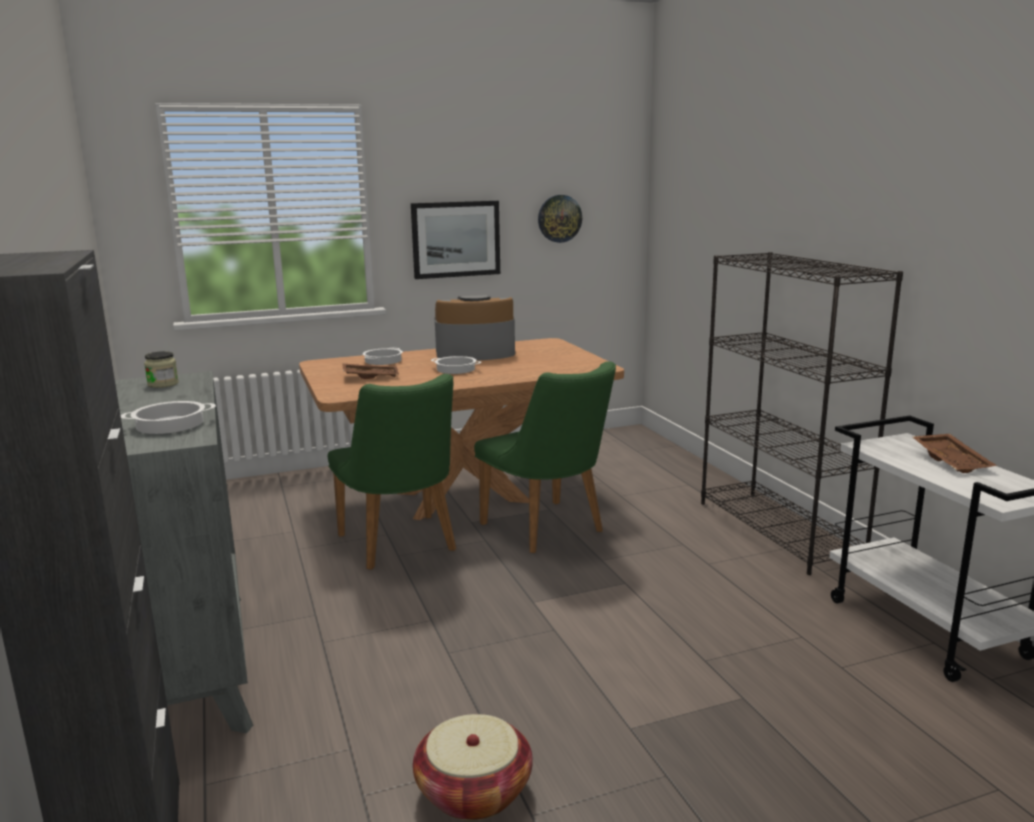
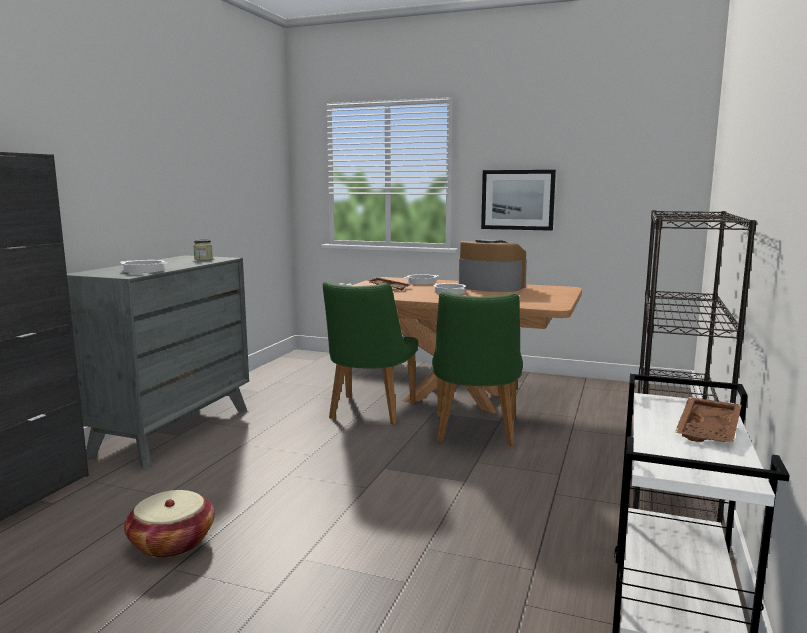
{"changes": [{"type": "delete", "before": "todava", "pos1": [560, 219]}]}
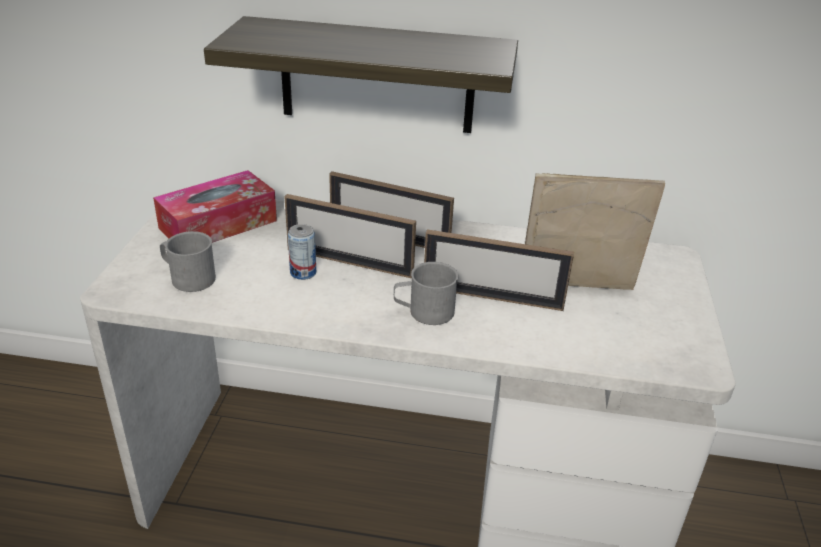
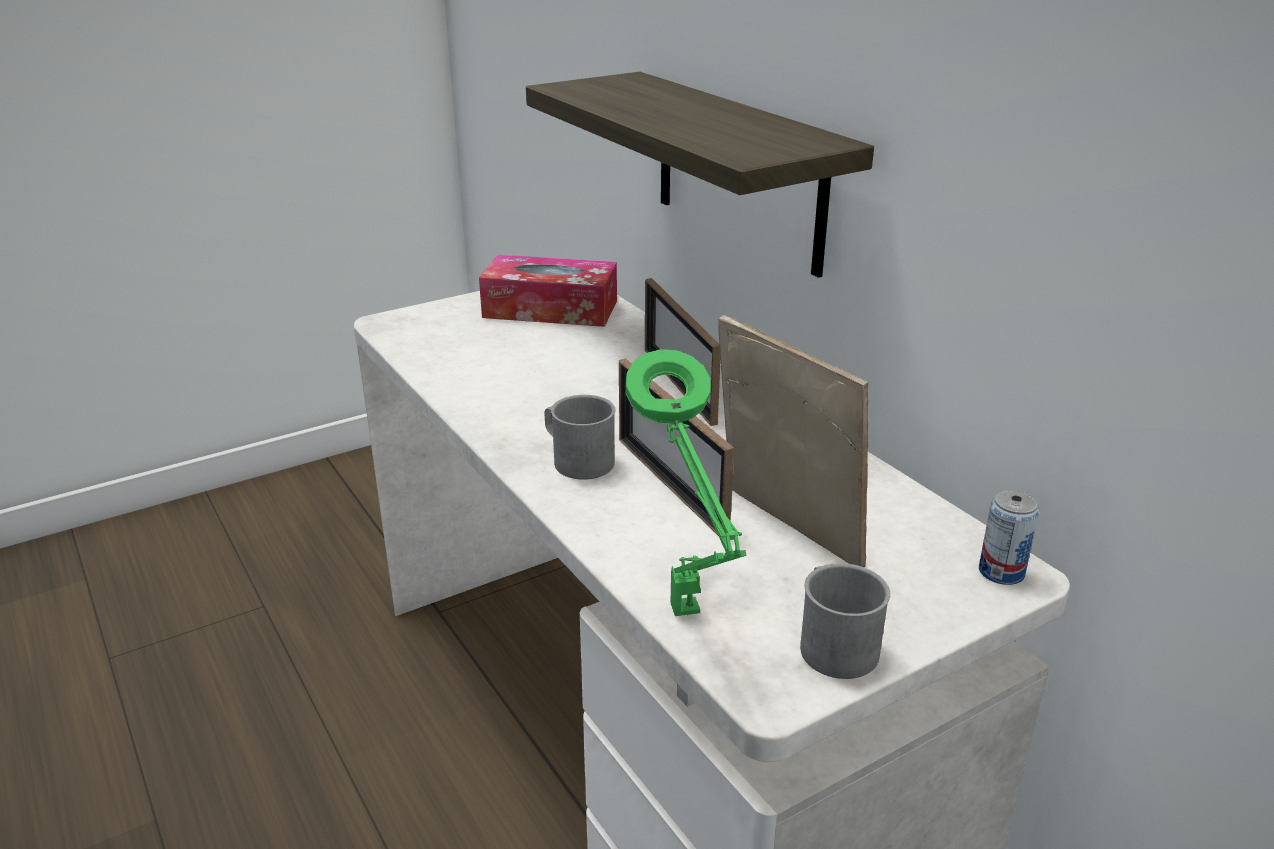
{"changes": [{"type": "move", "before": "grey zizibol", "pos1": [188, 261], "pos2": [845, 621]}, {"type": "delete", "before": "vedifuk", "pos1": [350, 236]}, {"type": "move", "before": "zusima", "pos1": [302, 252], "pos2": [1009, 537]}, {"type": "insert", "after": "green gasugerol", "pos2": [685, 482]}]}
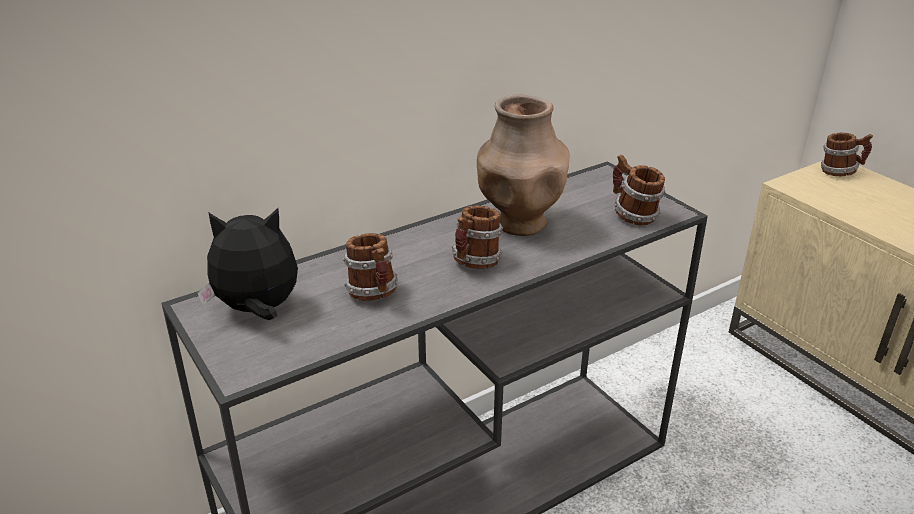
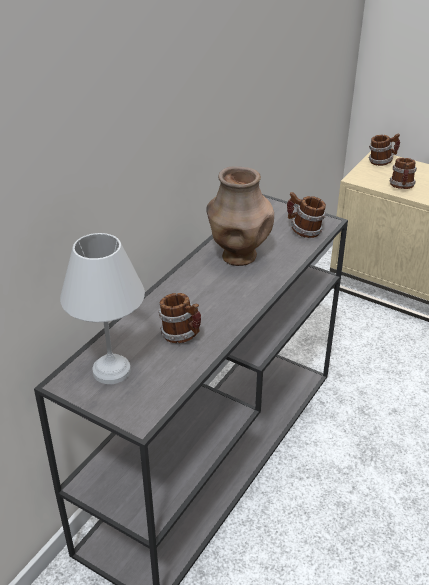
{"changes": [{"type": "replace", "before": "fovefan", "after": "white gasugerol", "pos1": [247, 264], "pos2": [102, 308]}, {"type": "move", "before": "zizibol", "pos1": [477, 237], "pos2": [403, 173]}]}
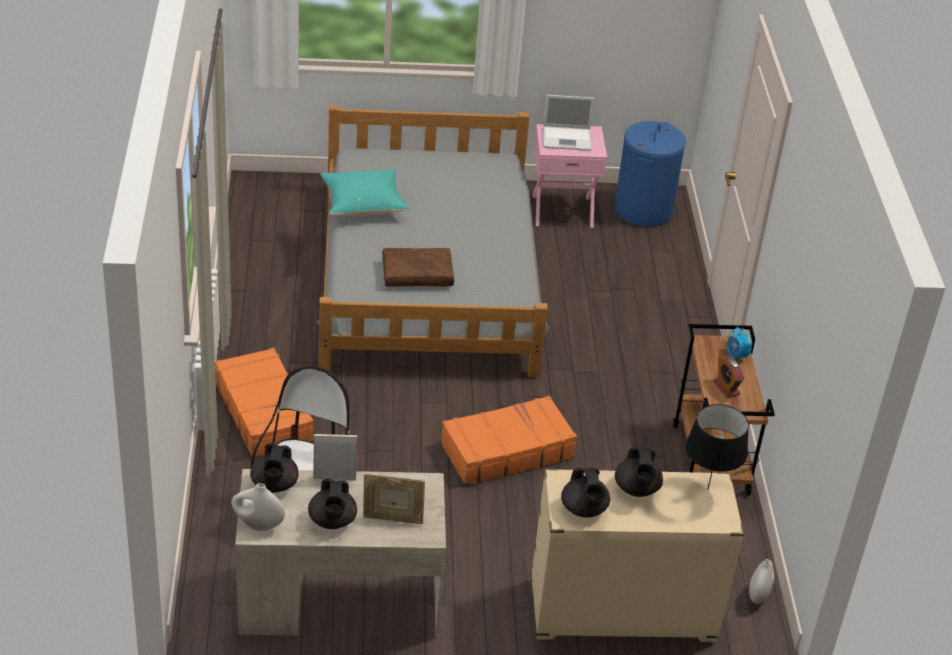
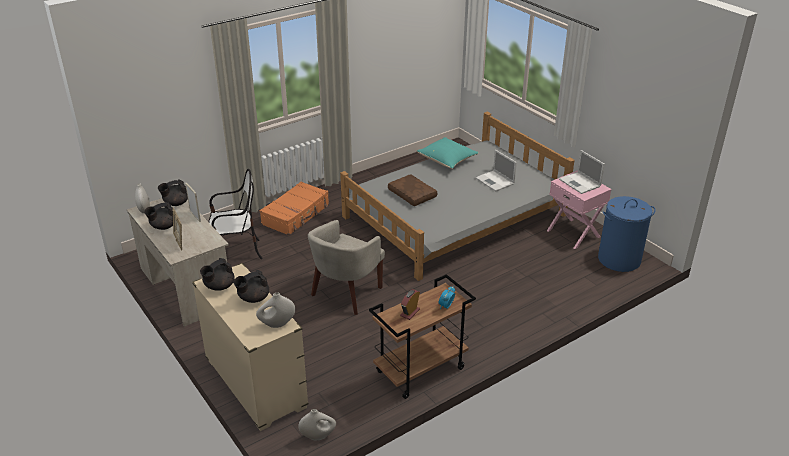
{"changes": [{"type": "replace", "before": "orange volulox", "after": "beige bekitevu", "pos1": [509, 441], "pos2": [346, 267]}, {"type": "replace", "before": "black gasugerol", "after": "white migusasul", "pos1": [717, 446], "pos2": [275, 310]}, {"type": "insert", "after": "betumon", "pos2": [496, 170]}]}
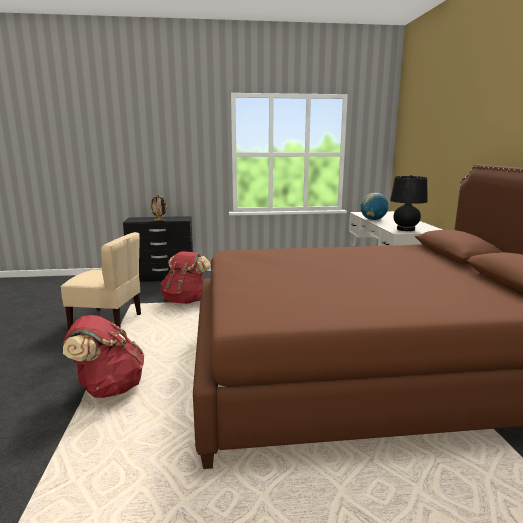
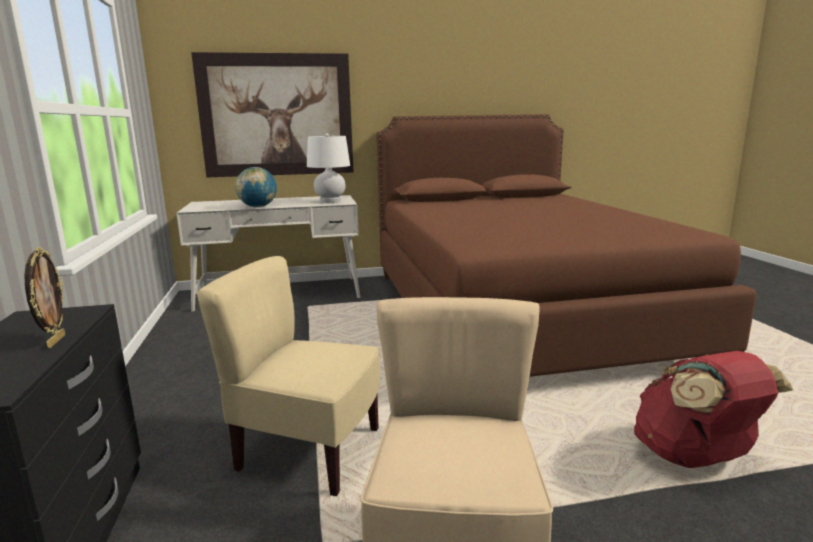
{"changes": [{"type": "replace", "before": "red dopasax", "after": "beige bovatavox", "pos1": [185, 277], "pos2": [288, 376]}, {"type": "recolor", "before": "black gasugerol", "after": "white gasugerol", "pos1": [408, 203], "pos2": [328, 168]}, {"type": "insert", "after": "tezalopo", "pos2": [272, 115]}]}
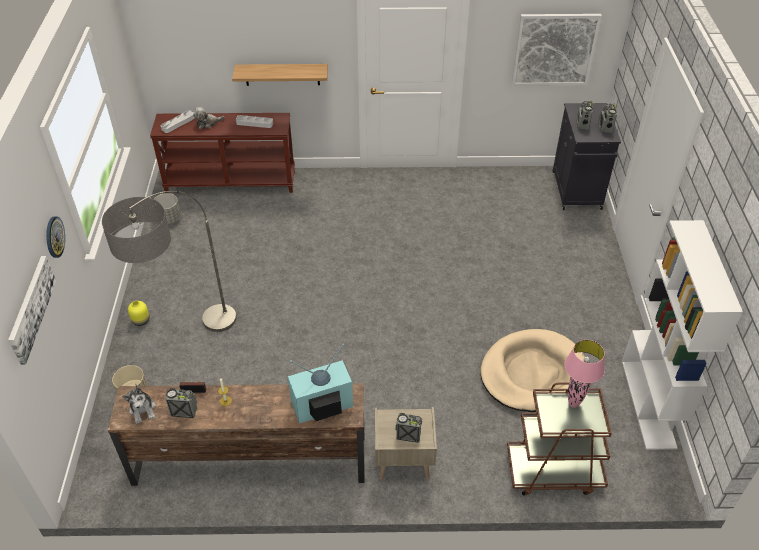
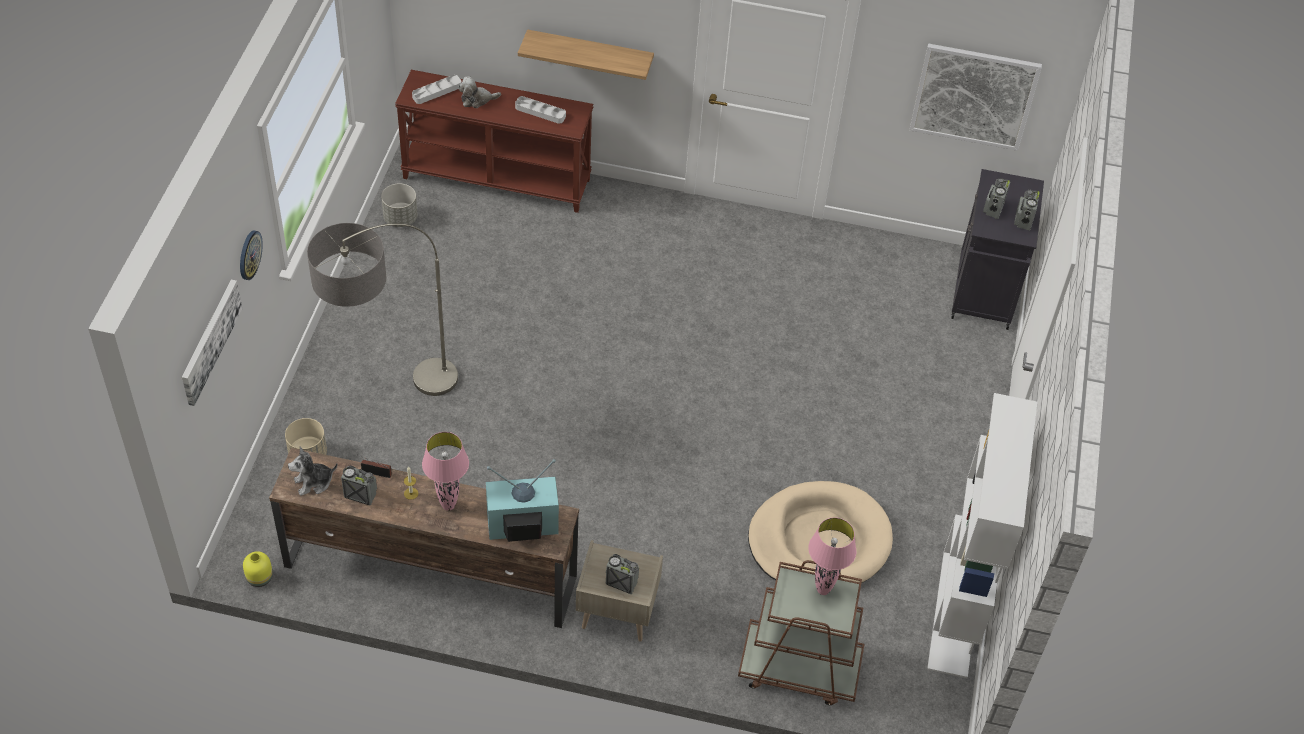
{"changes": [{"type": "rotate", "before": "fovefan", "pos1": [139, 404], "pos2": [313, 471], "turn": 75}, {"type": "move", "before": "yellow migusasul", "pos1": [139, 313], "pos2": [258, 569]}, {"type": "insert", "after": "pink gasugerol", "pos2": [445, 471]}]}
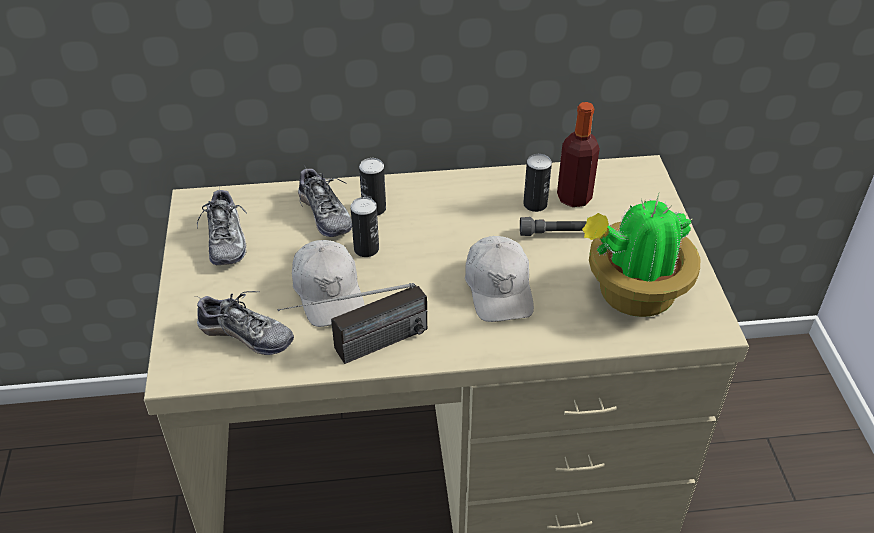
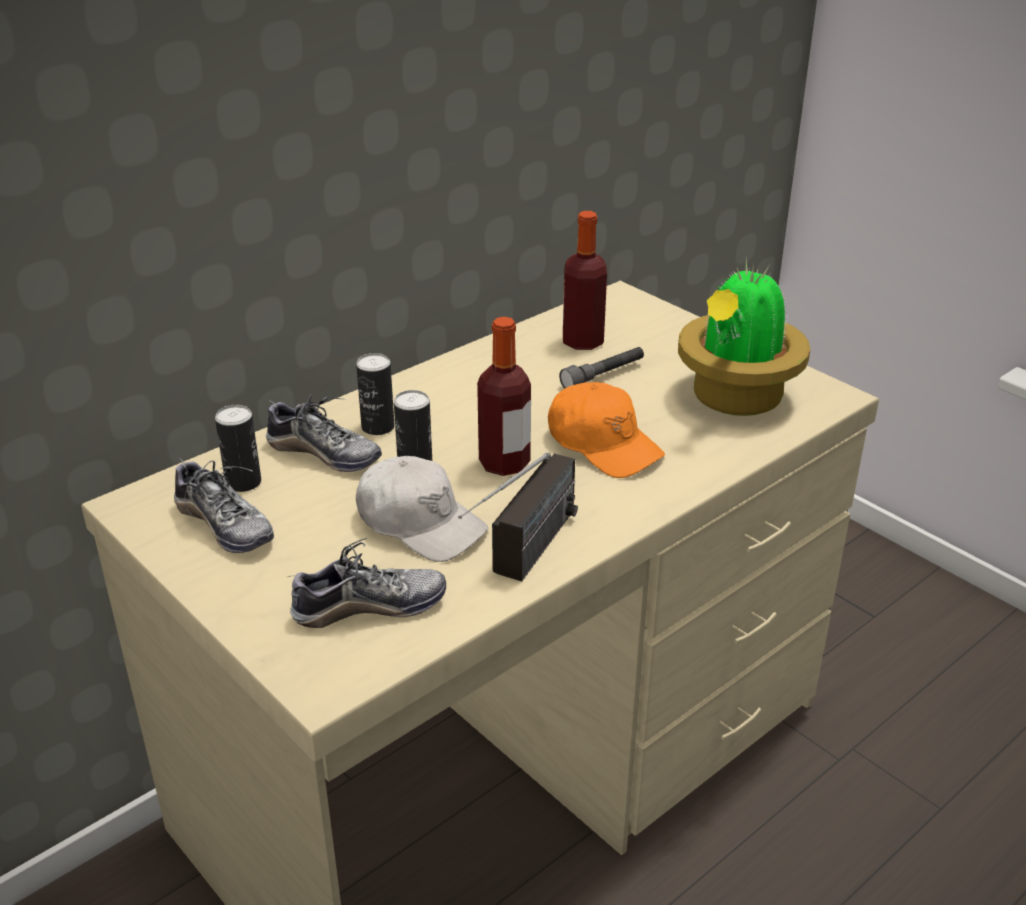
{"changes": [{"type": "recolor", "before": "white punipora", "after": "orange punipora", "pos1": [499, 279], "pos2": [606, 430]}, {"type": "move", "before": "zusima", "pos1": [537, 183], "pos2": [238, 448]}, {"type": "insert", "after": "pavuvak", "pos2": [504, 396]}]}
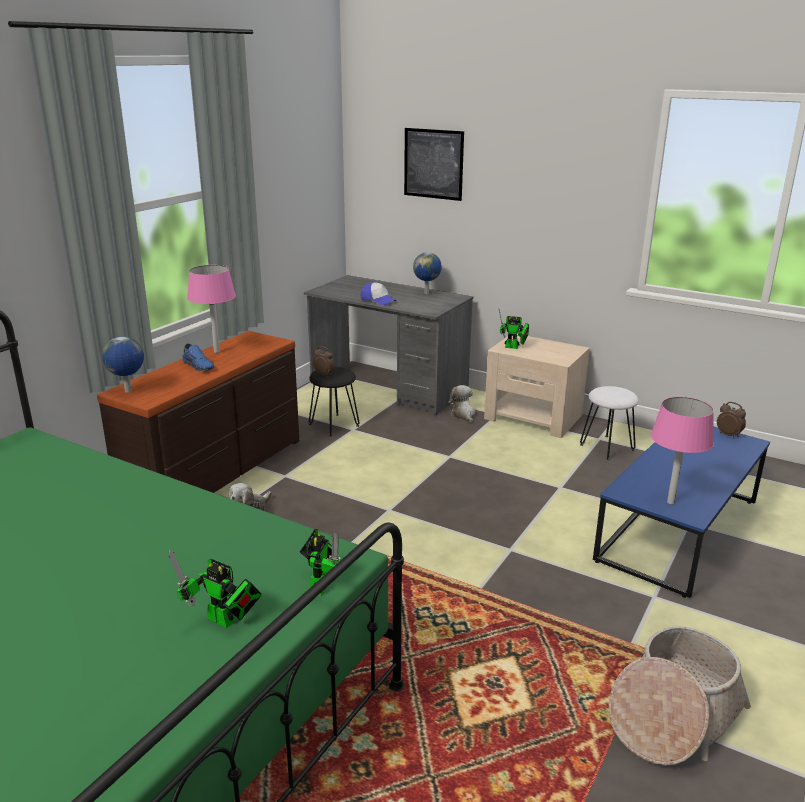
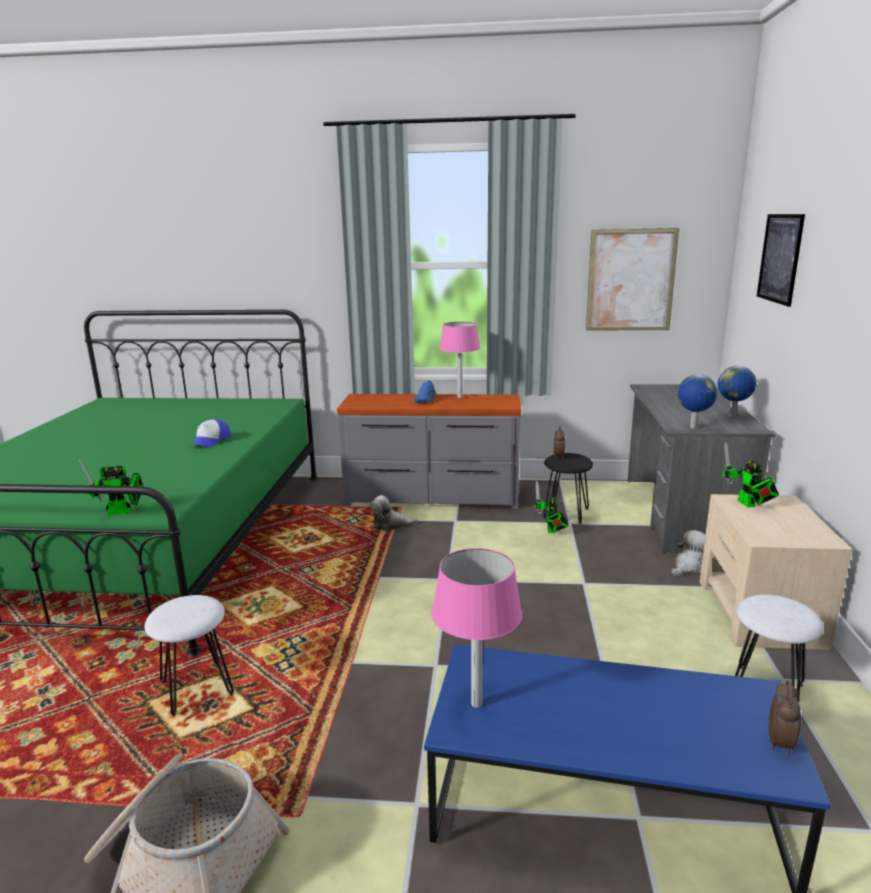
{"changes": [{"type": "recolor", "before": "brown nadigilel", "after": "grey nadigilel", "pos1": [198, 412], "pos2": [429, 451]}, {"type": "move", "before": "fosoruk", "pos1": [123, 364], "pos2": [697, 401]}, {"type": "move", "before": "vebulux", "pos1": [215, 589], "pos2": [552, 506]}, {"type": "move", "before": "punipora", "pos1": [378, 293], "pos2": [210, 433]}, {"type": "insert", "after": "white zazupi", "pos2": [189, 655]}, {"type": "insert", "after": "tezalopo", "pos2": [632, 279]}]}
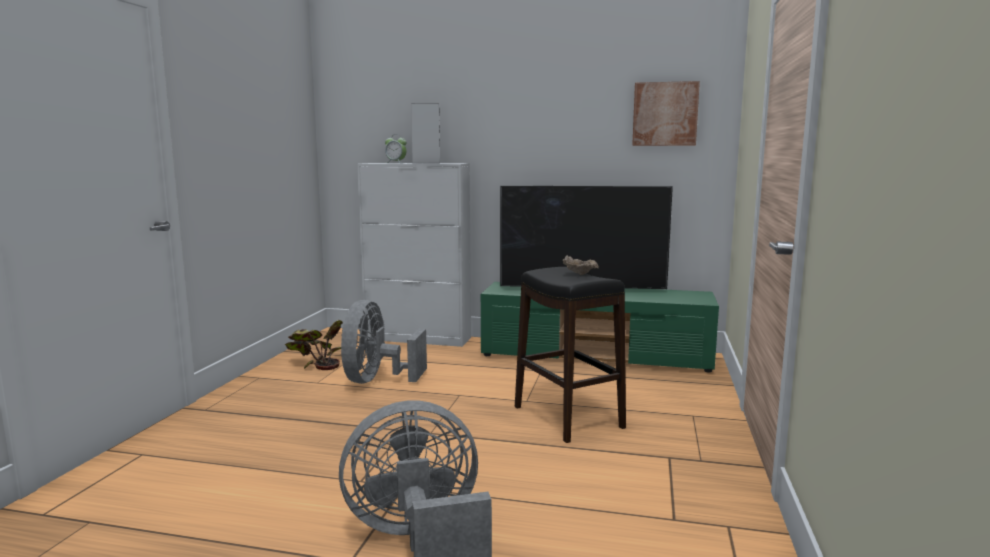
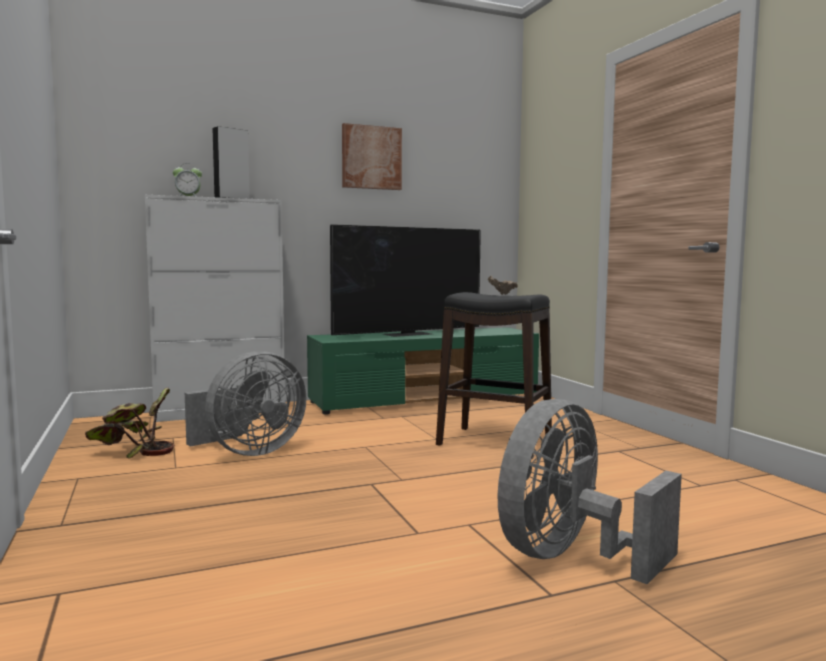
{"changes": [{"type": "rotate", "before": "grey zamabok", "pos1": [384, 342], "pos2": [246, 403], "turn": -105}, {"type": "move", "before": "tezalopo", "pos1": [666, 113], "pos2": [372, 156]}]}
